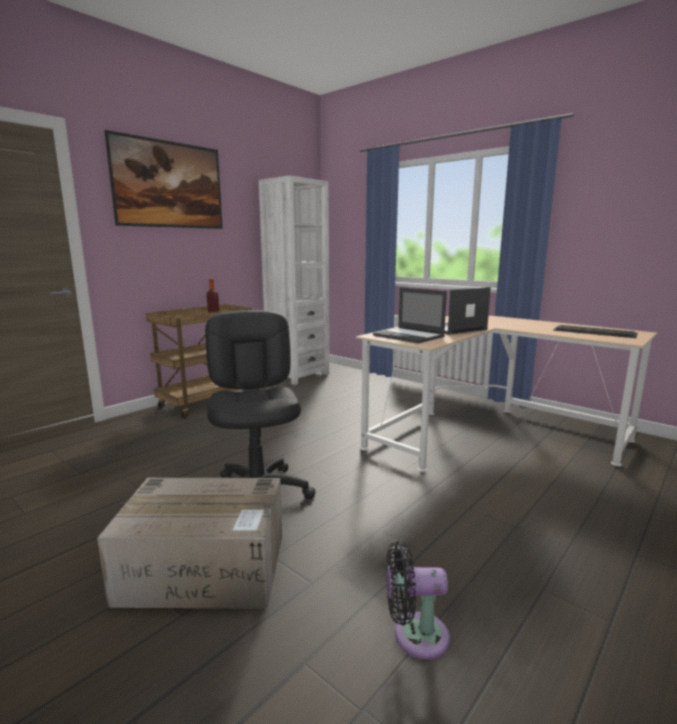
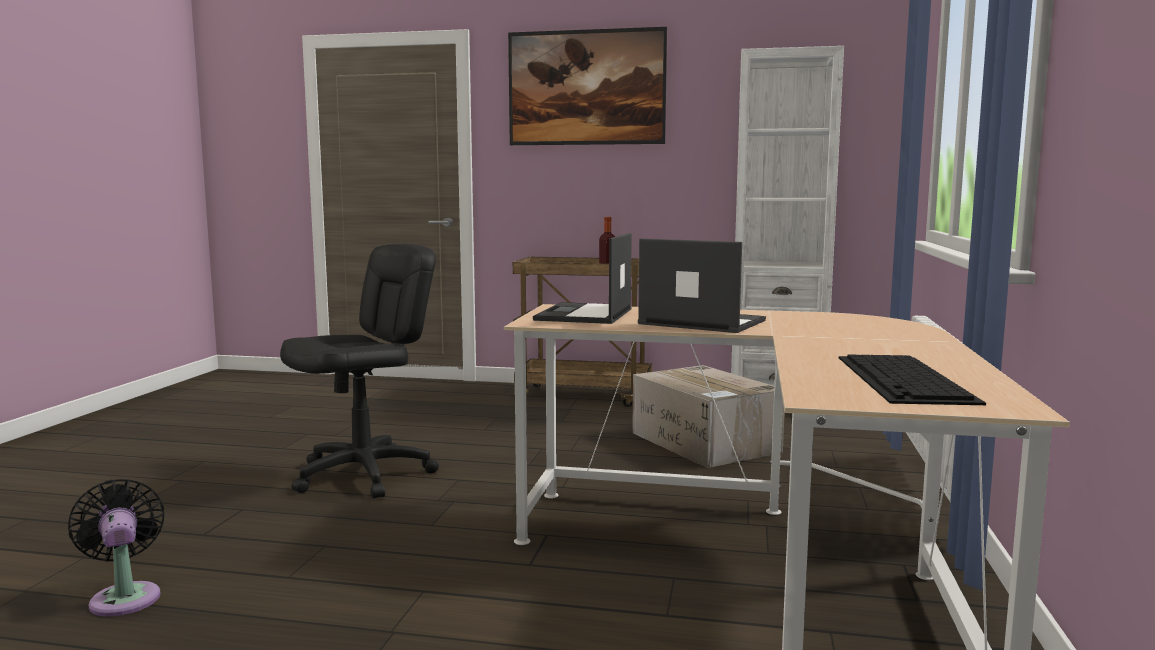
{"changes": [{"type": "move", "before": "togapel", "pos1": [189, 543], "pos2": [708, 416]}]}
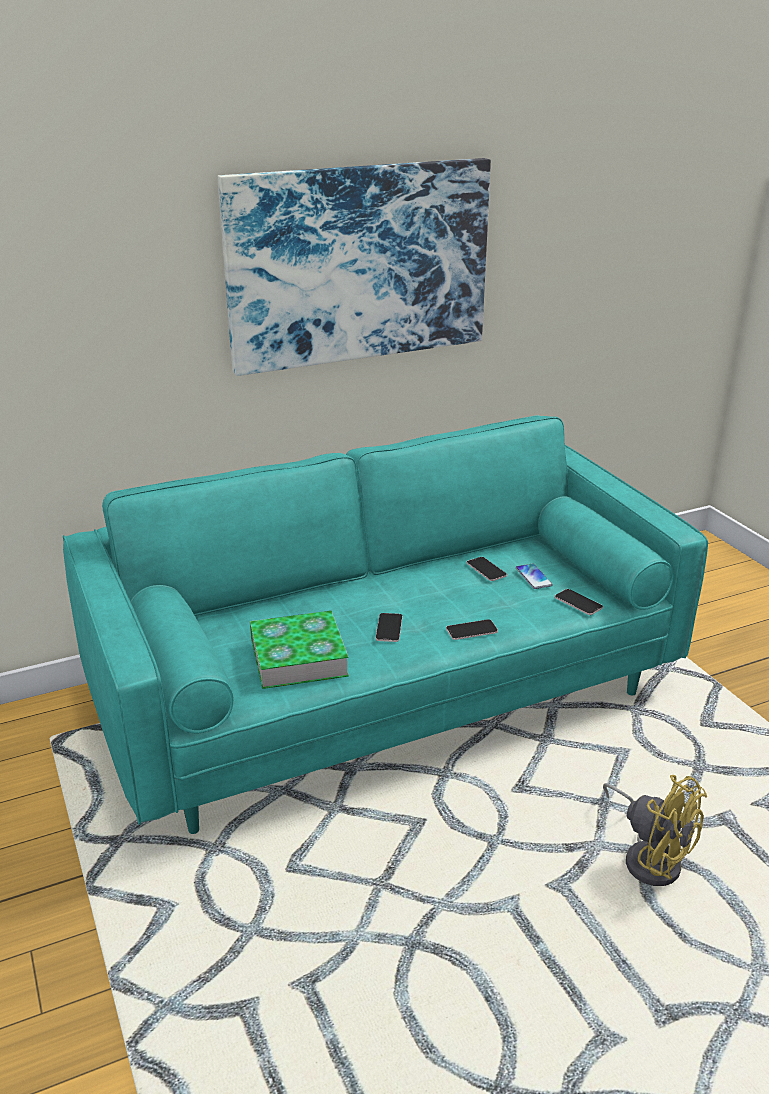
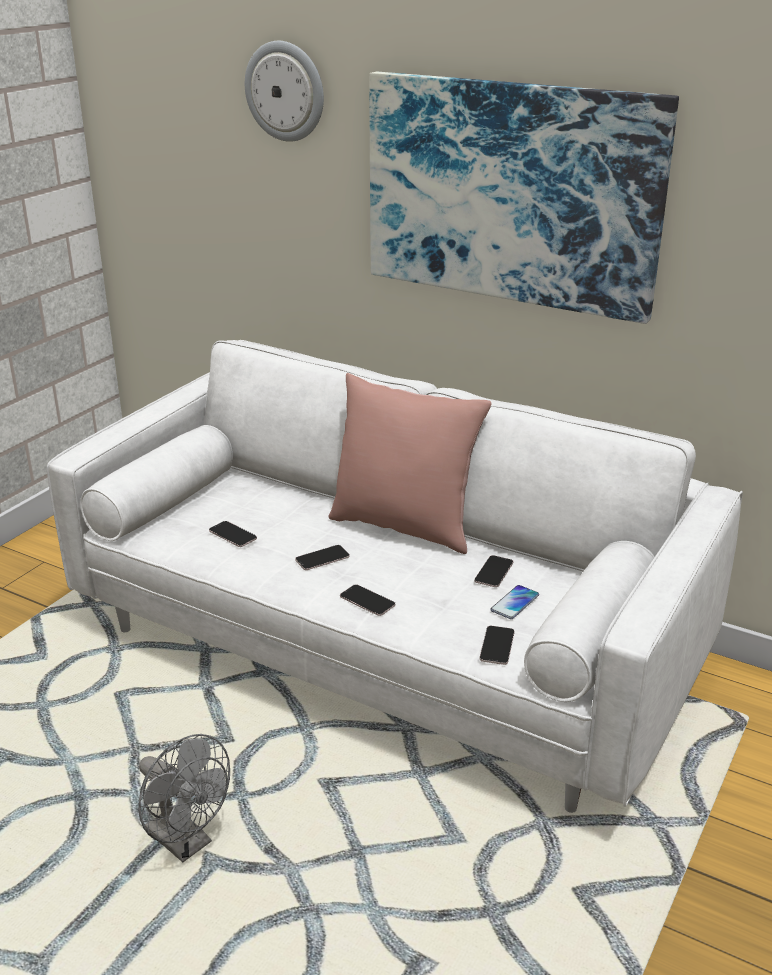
{"changes": [{"type": "recolor", "before": "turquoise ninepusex", "after": "white ninepusex", "pos1": [385, 624], "pos2": [395, 576]}, {"type": "replace", "before": "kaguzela", "after": "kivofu", "pos1": [299, 650], "pos2": [233, 534]}, {"type": "delete", "before": "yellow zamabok", "pos1": [655, 830]}, {"type": "insert", "after": "grey zamabok", "pos2": [184, 798]}, {"type": "insert", "after": "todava", "pos2": [284, 91]}, {"type": "insert", "after": "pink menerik", "pos2": [410, 463]}]}
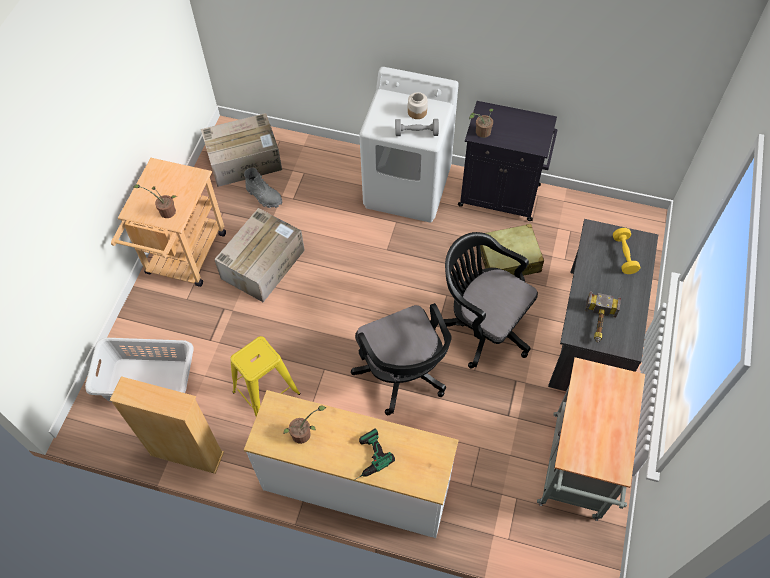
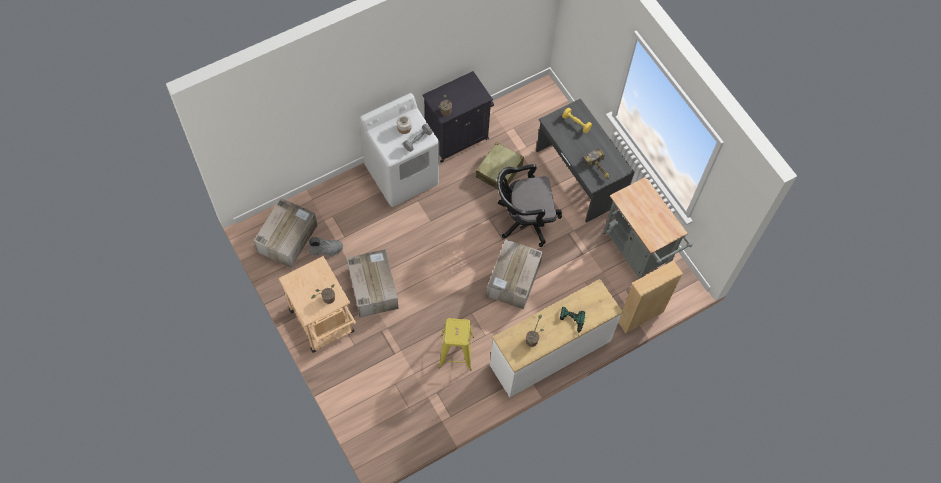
{"changes": [{"type": "delete", "before": "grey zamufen", "pos1": [139, 370]}, {"type": "move", "before": "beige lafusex", "pos1": [166, 425], "pos2": [650, 296]}, {"type": "replace", "before": "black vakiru", "after": "togapel", "pos1": [401, 359], "pos2": [514, 274]}]}
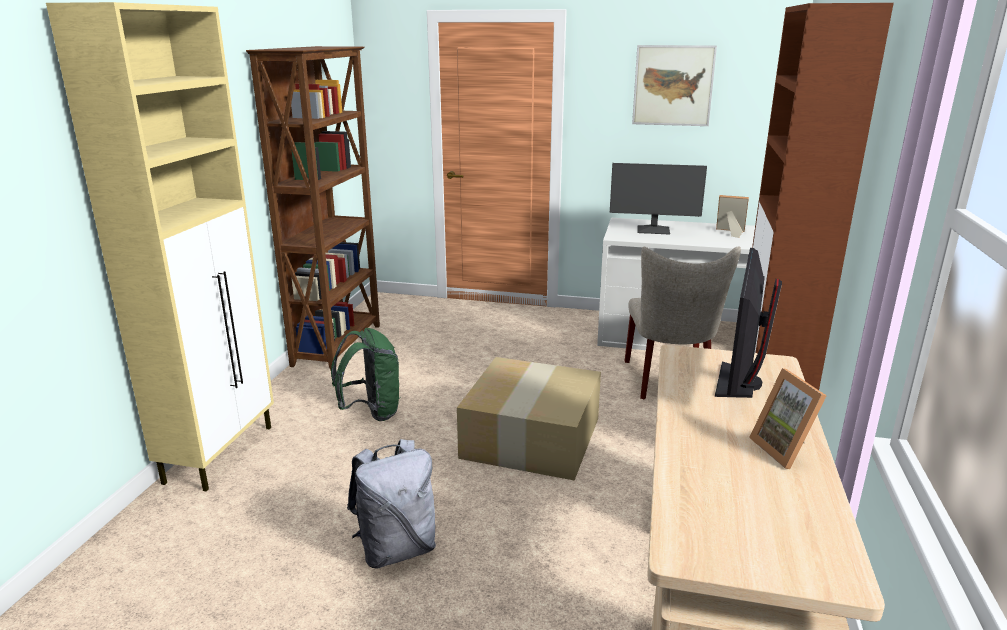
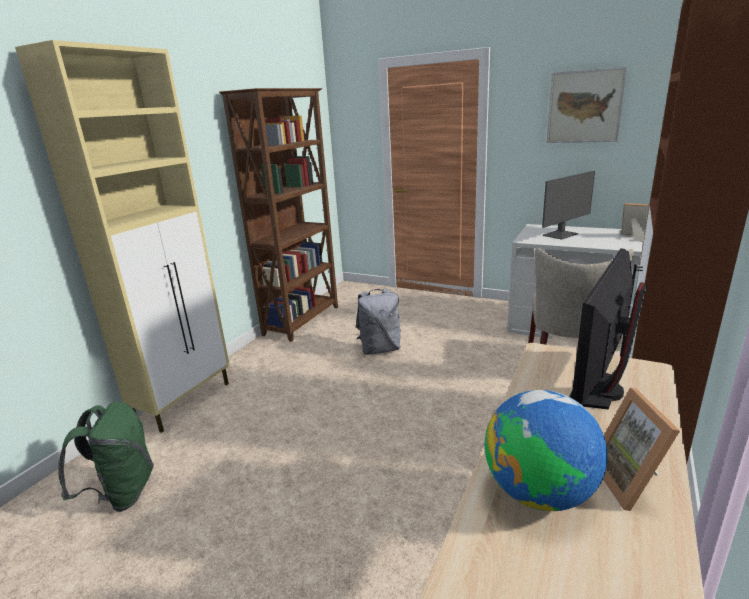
{"changes": [{"type": "move", "before": "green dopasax", "pos1": [365, 374], "pos2": [106, 457]}, {"type": "move", "before": "grey dopasax", "pos1": [391, 503], "pos2": [378, 322]}, {"type": "delete", "before": "togapel", "pos1": [529, 419]}, {"type": "rotate", "before": "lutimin", "pos1": [658, 199], "pos2": [568, 205], "turn": -60}, {"type": "insert", "after": "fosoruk", "pos2": [546, 450]}]}
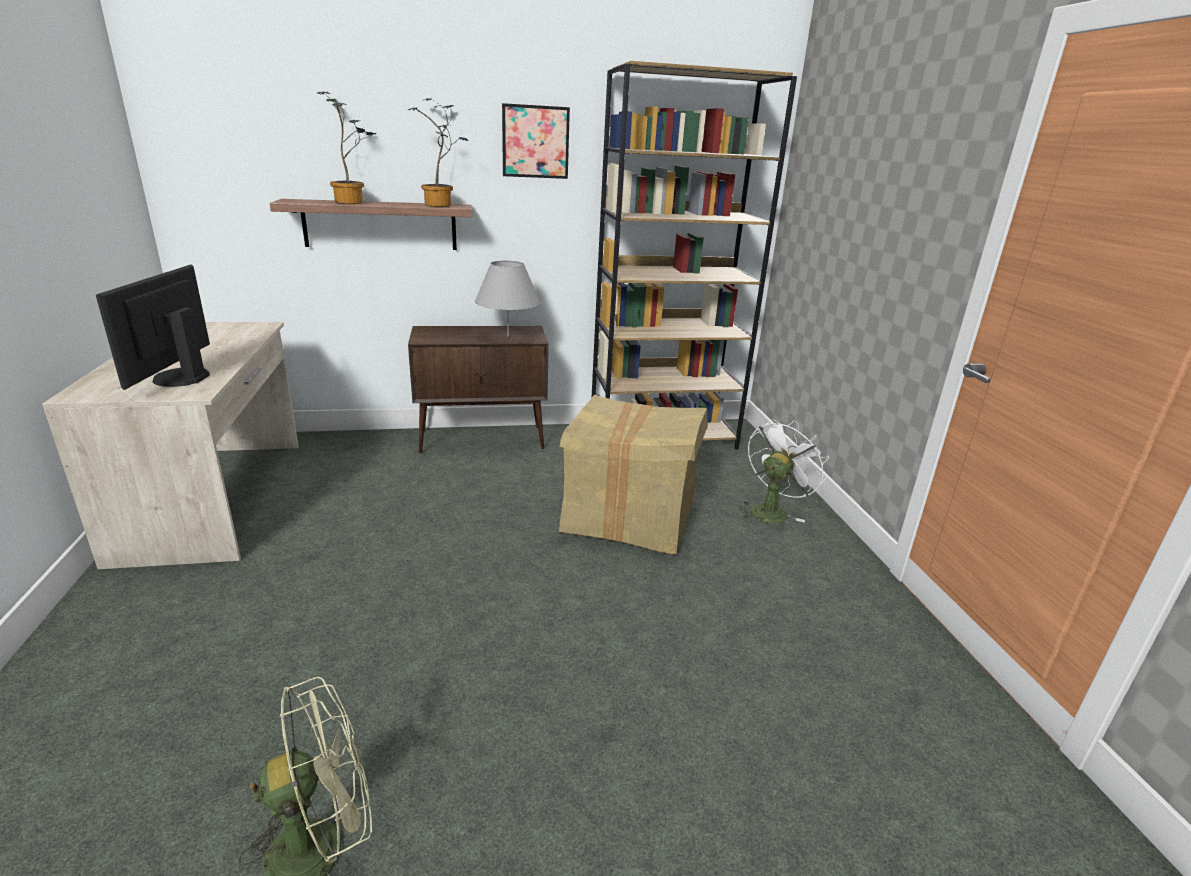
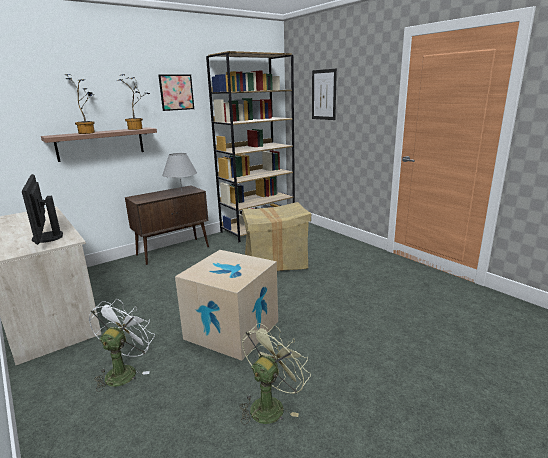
{"changes": [{"type": "move", "before": "white zamabok", "pos1": [783, 471], "pos2": [122, 345]}, {"type": "insert", "after": "togapel", "pos2": [226, 305]}, {"type": "insert", "after": "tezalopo", "pos2": [324, 94]}]}
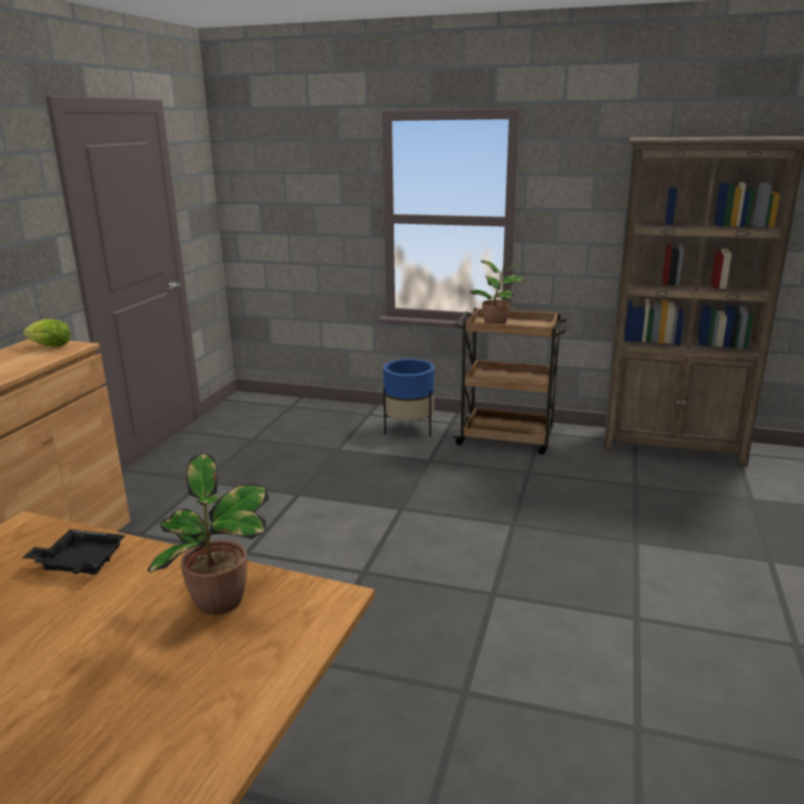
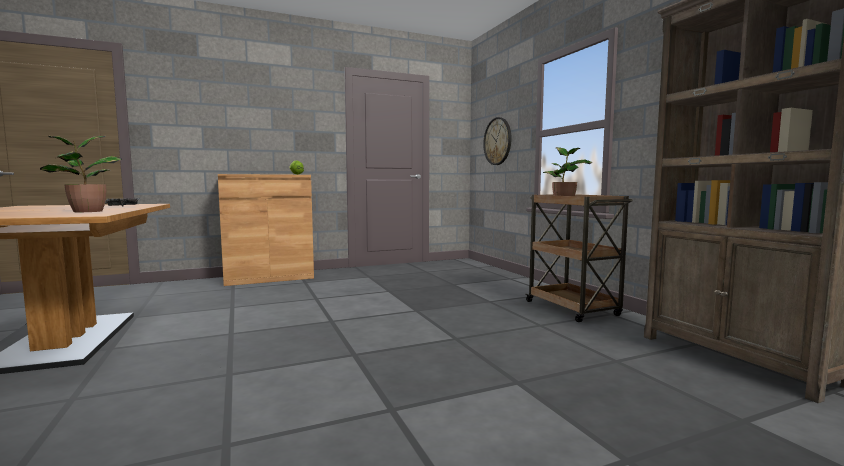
{"changes": [{"type": "delete", "before": "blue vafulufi", "pos1": [408, 398]}, {"type": "insert", "after": "todava", "pos2": [497, 141]}]}
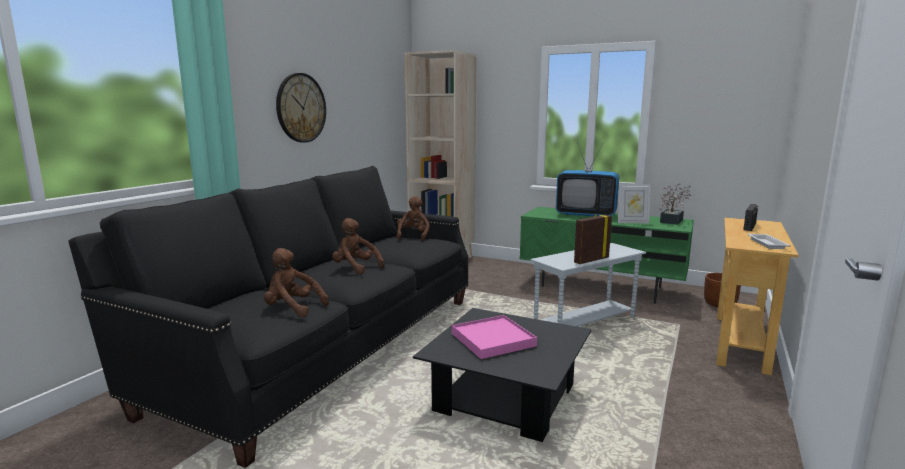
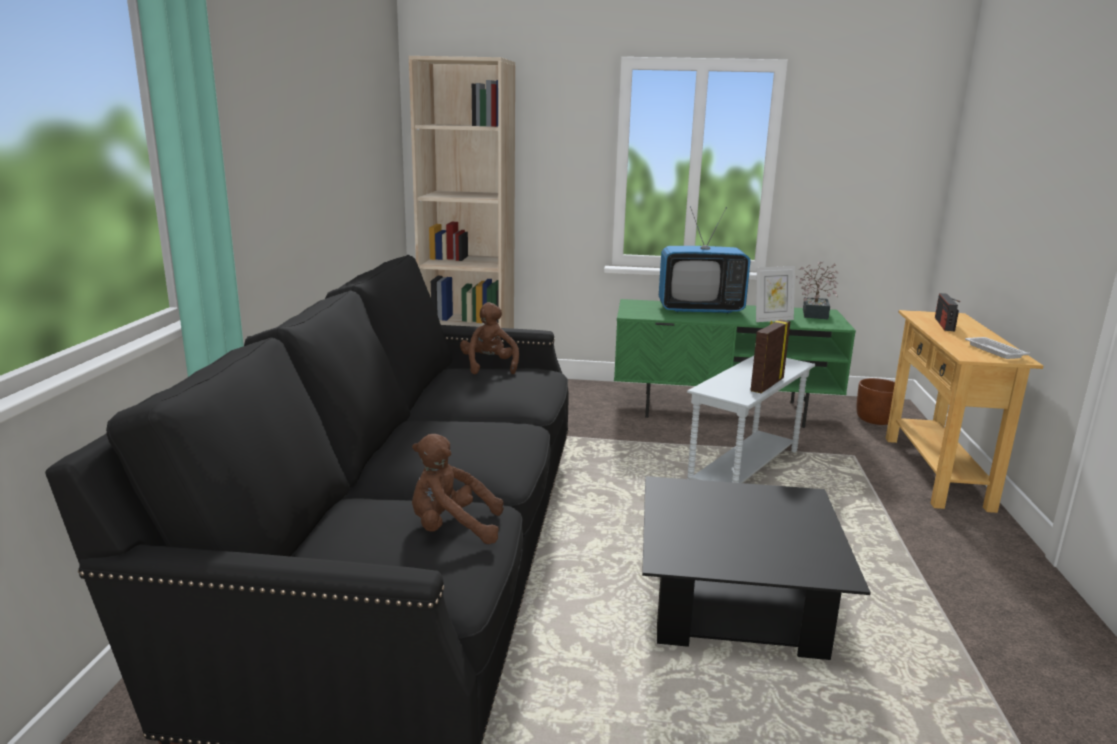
{"changes": [{"type": "delete", "before": "todava", "pos1": [301, 108]}, {"type": "delete", "before": "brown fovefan", "pos1": [358, 246]}, {"type": "delete", "before": "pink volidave", "pos1": [494, 337]}]}
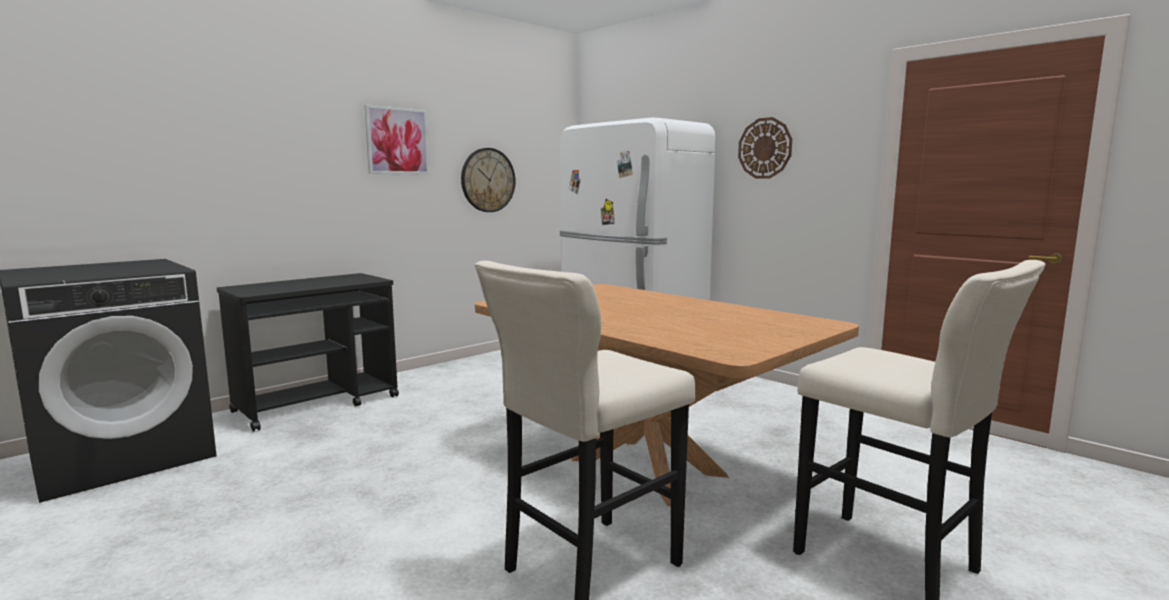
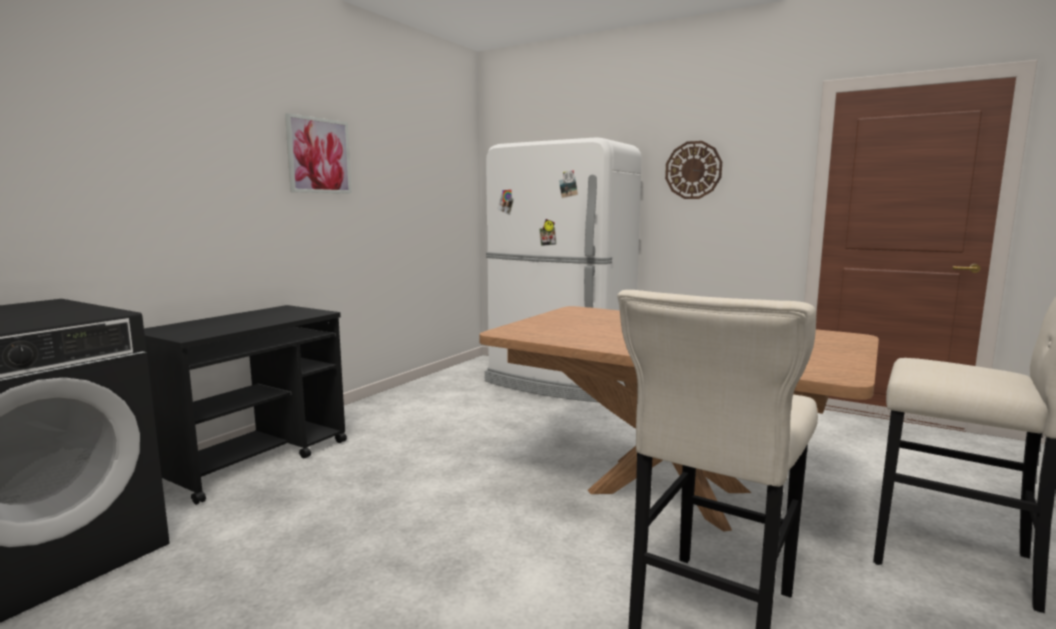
{"changes": [{"type": "delete", "before": "todava", "pos1": [488, 180]}]}
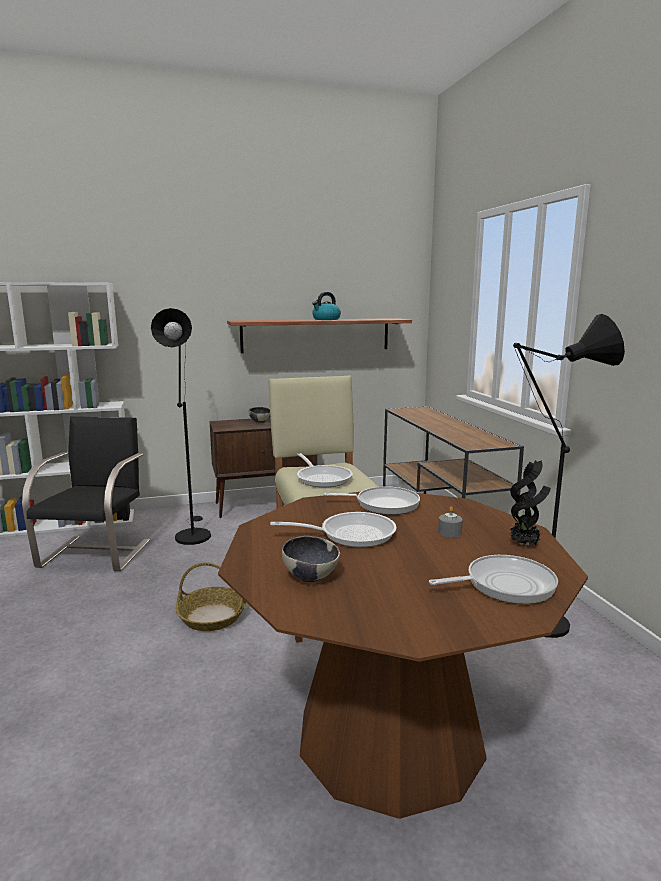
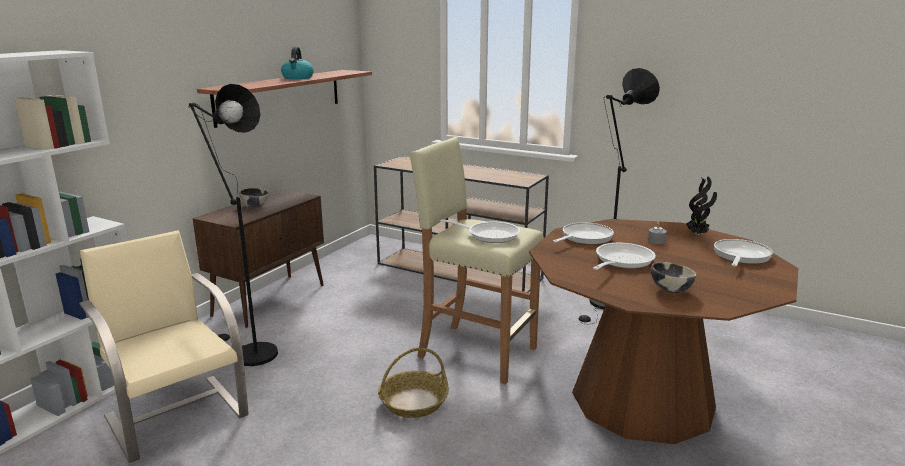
{"changes": [{"type": "recolor", "before": "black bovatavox", "after": "beige bovatavox", "pos1": [86, 493], "pos2": [164, 347]}]}
